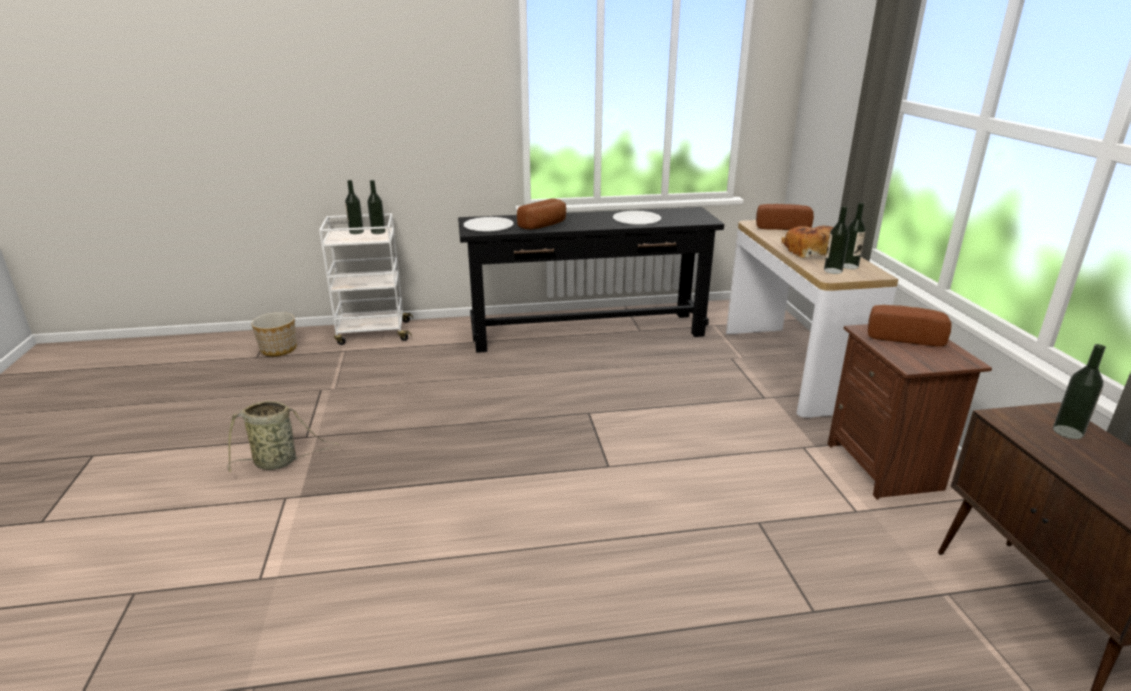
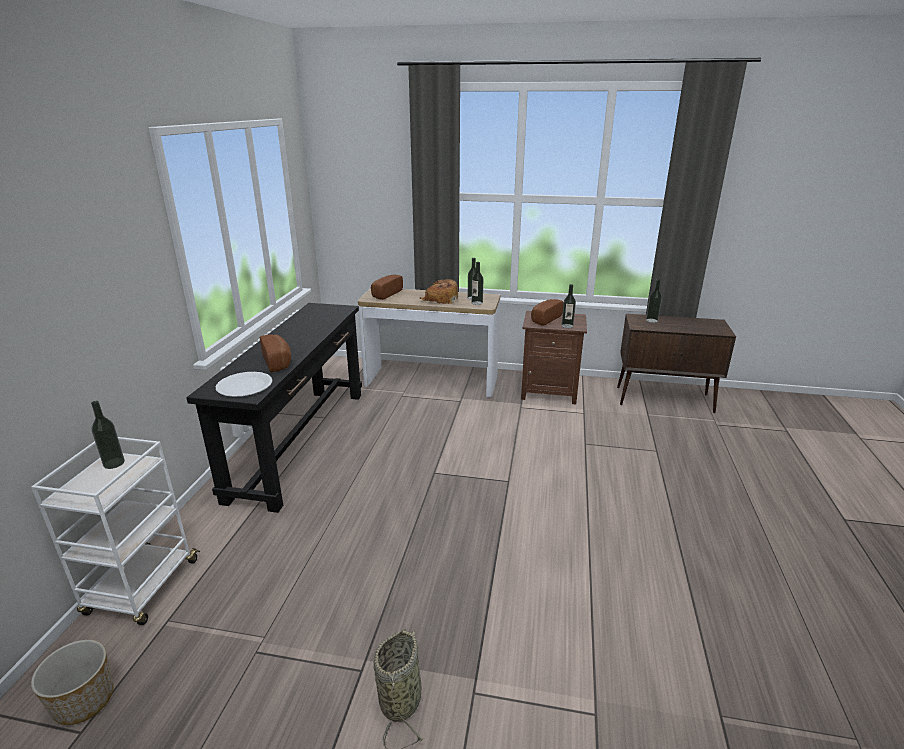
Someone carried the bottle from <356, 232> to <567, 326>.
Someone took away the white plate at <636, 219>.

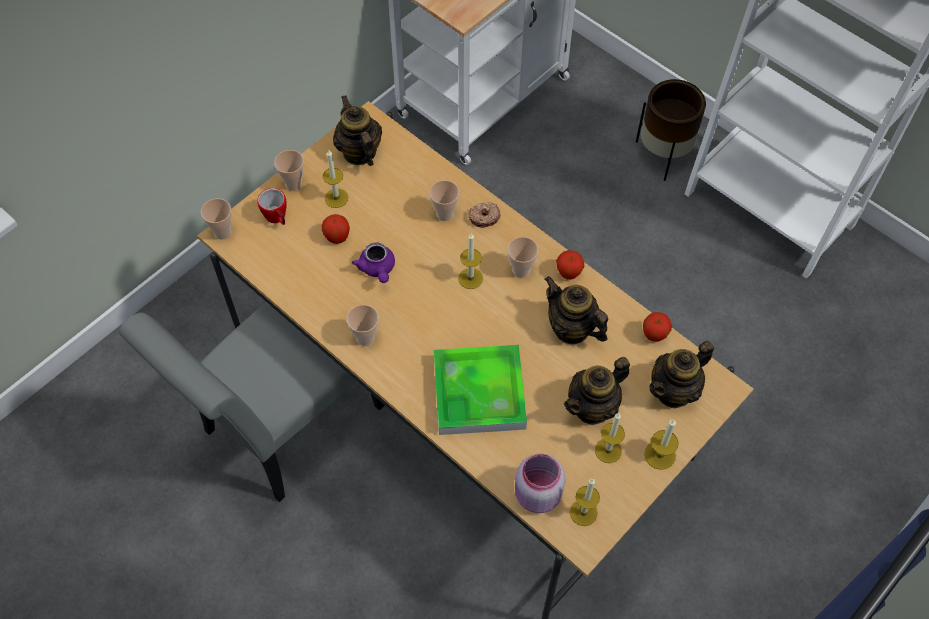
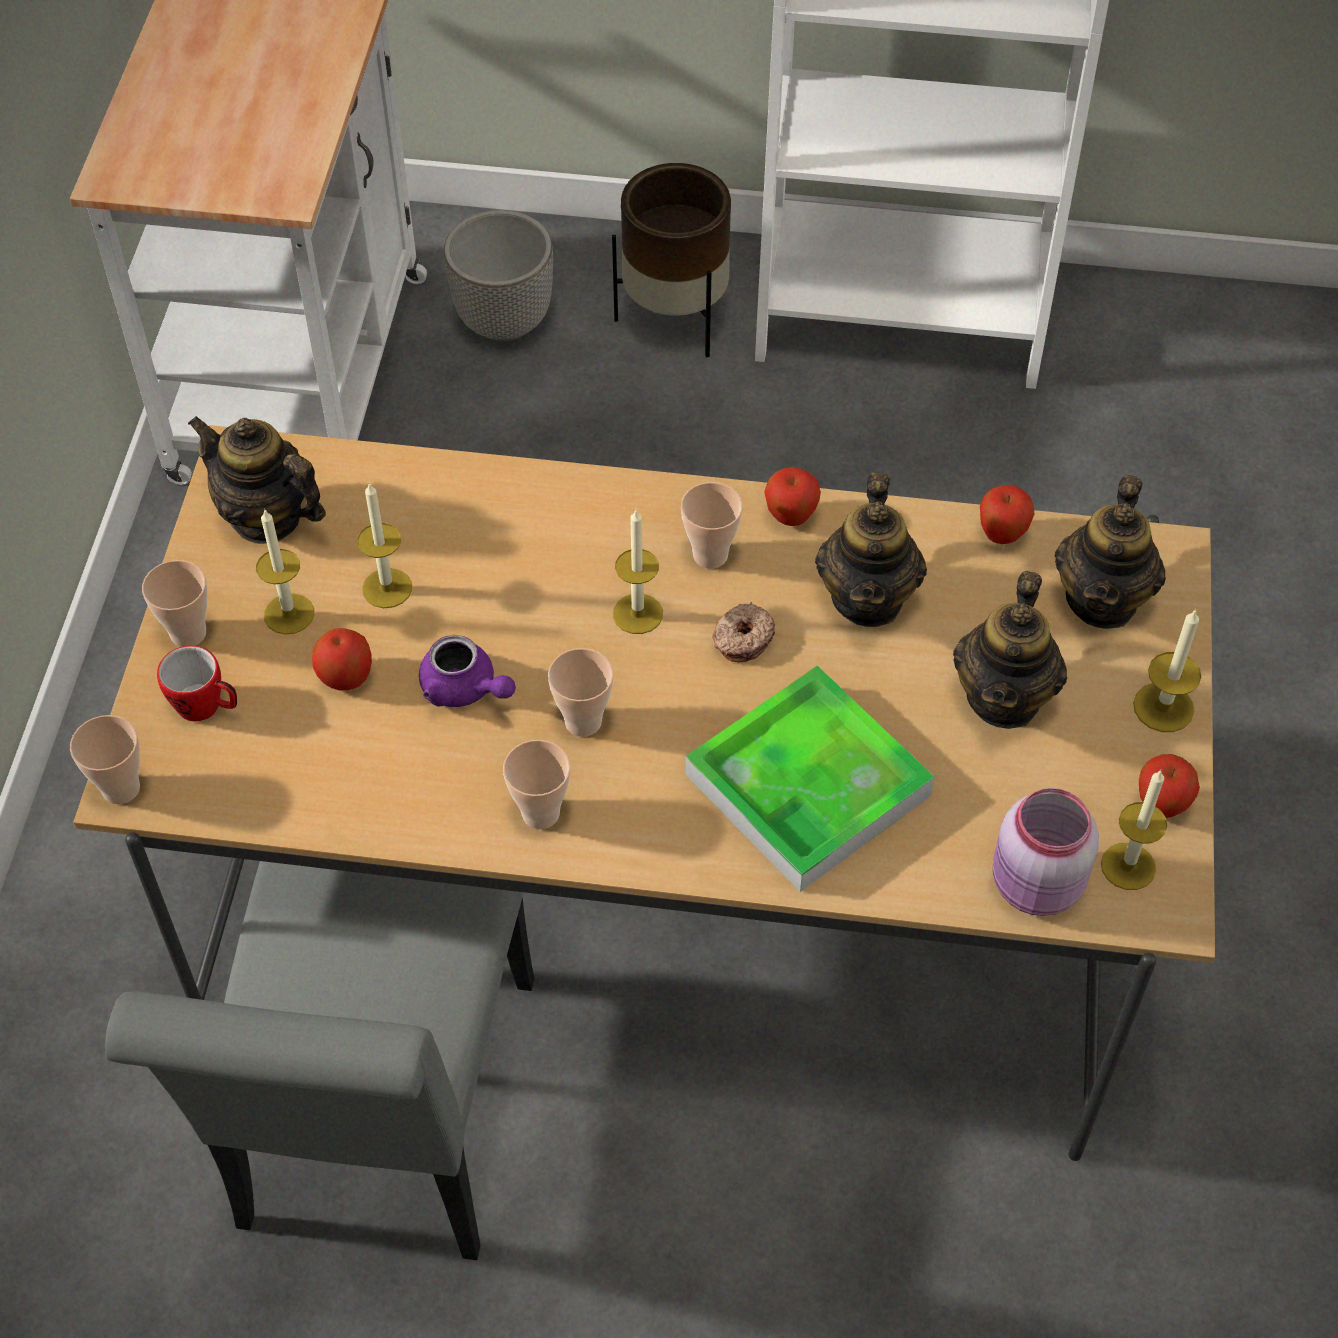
Someone carried the cup from <444, 214> to <583, 721>.
Someone carried the donut from <484, 217> to <742, 638>.
Someone rotated the teapot at <571, 328> by 90 degrees counterclockwise.
Someone carried the candle from <608, 450> to <387, 588>.
Someone put down the planter at <504, 321>.
Someone put down the apple at <1161, 806>.

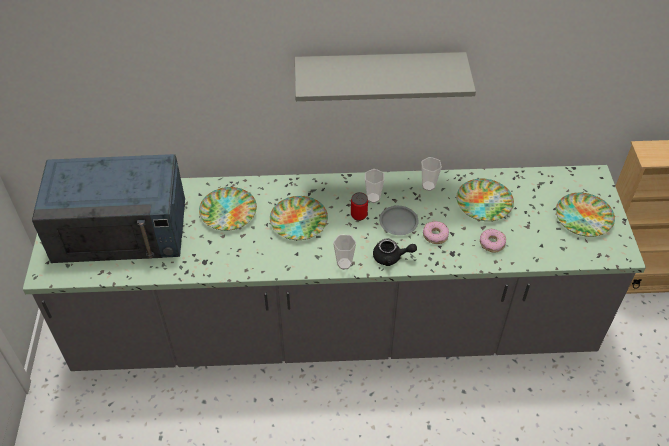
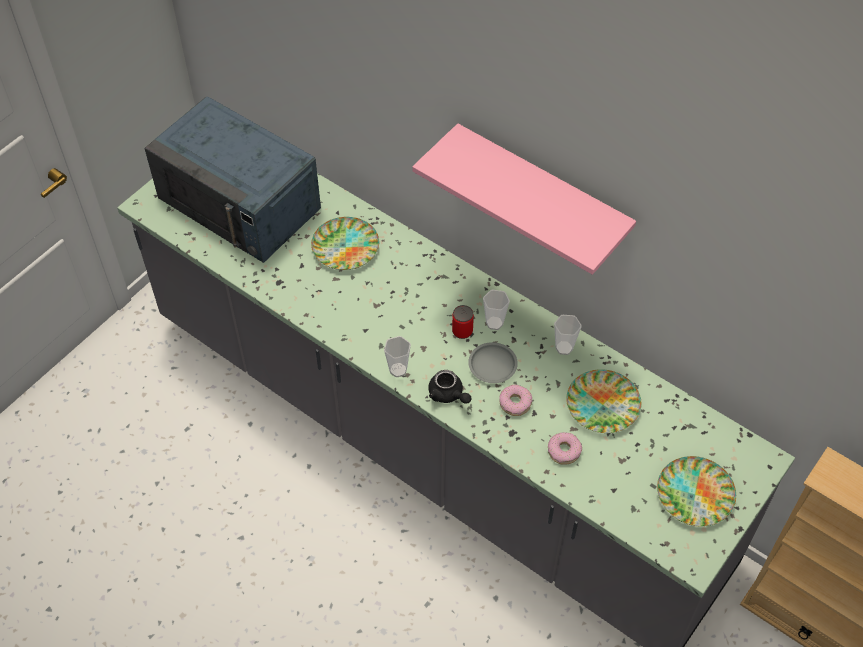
Someone took away the plate at <299, 221>.
Someone repainted the grey shelf at <379, 76>, which became the pink shelf at <541, 193>.

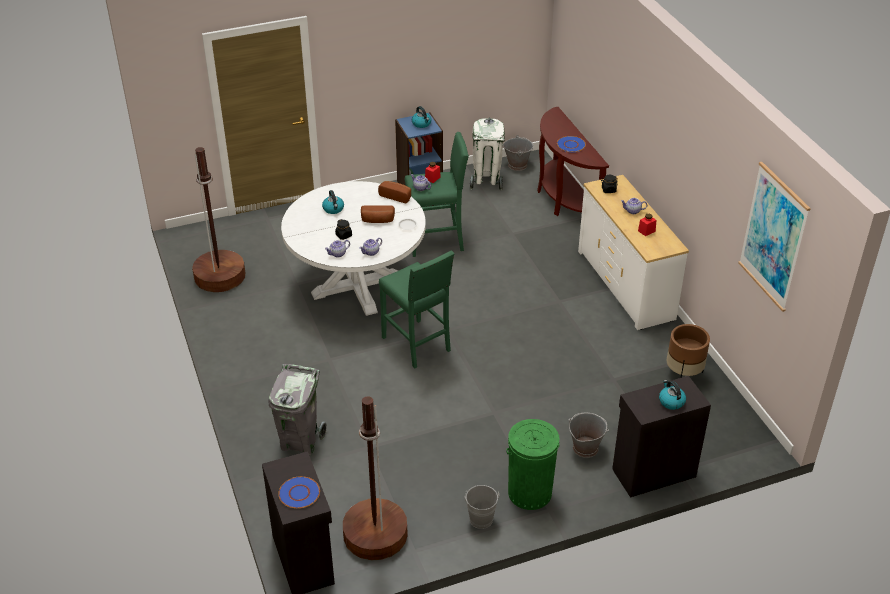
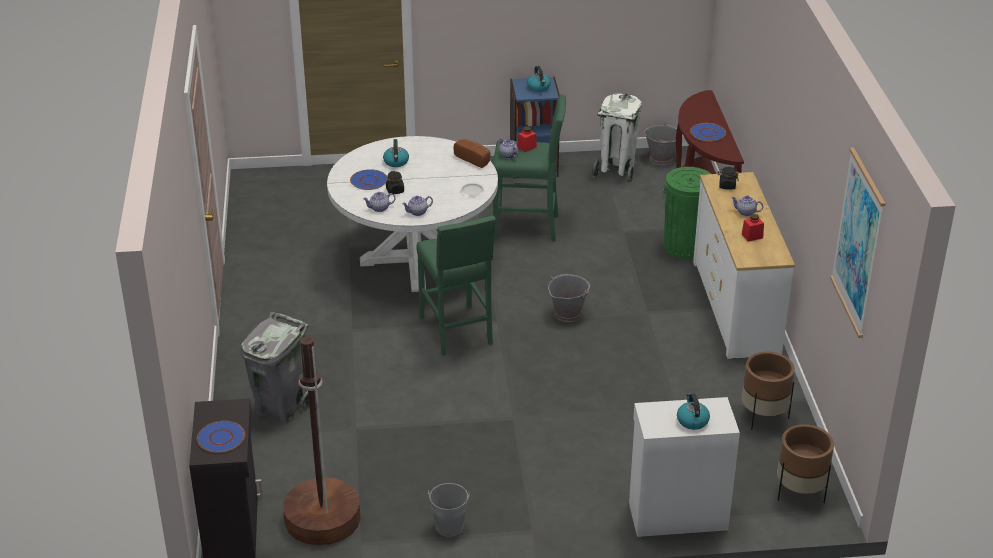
Someone took away the brown floor lamp at <219, 276>.
Someone took away the bread at <377, 221>.
Someone carried the green trash can from <530, 492> to <684, 246>.
Someone carried the grey bucket from <585, 448> to <567, 313>.
Someone repainted the black cabinet at <652, 472>, which became the white cabinet at <676, 515>.
Someone put down the blue plate at <368, 180>.
Someone put down the brown planter at <800, 492>.

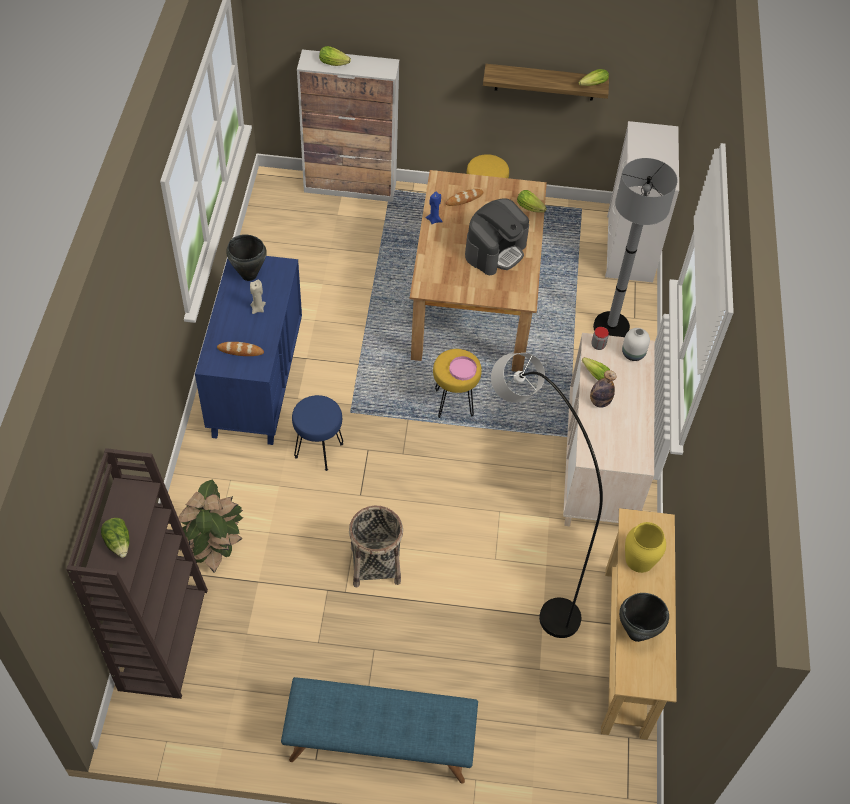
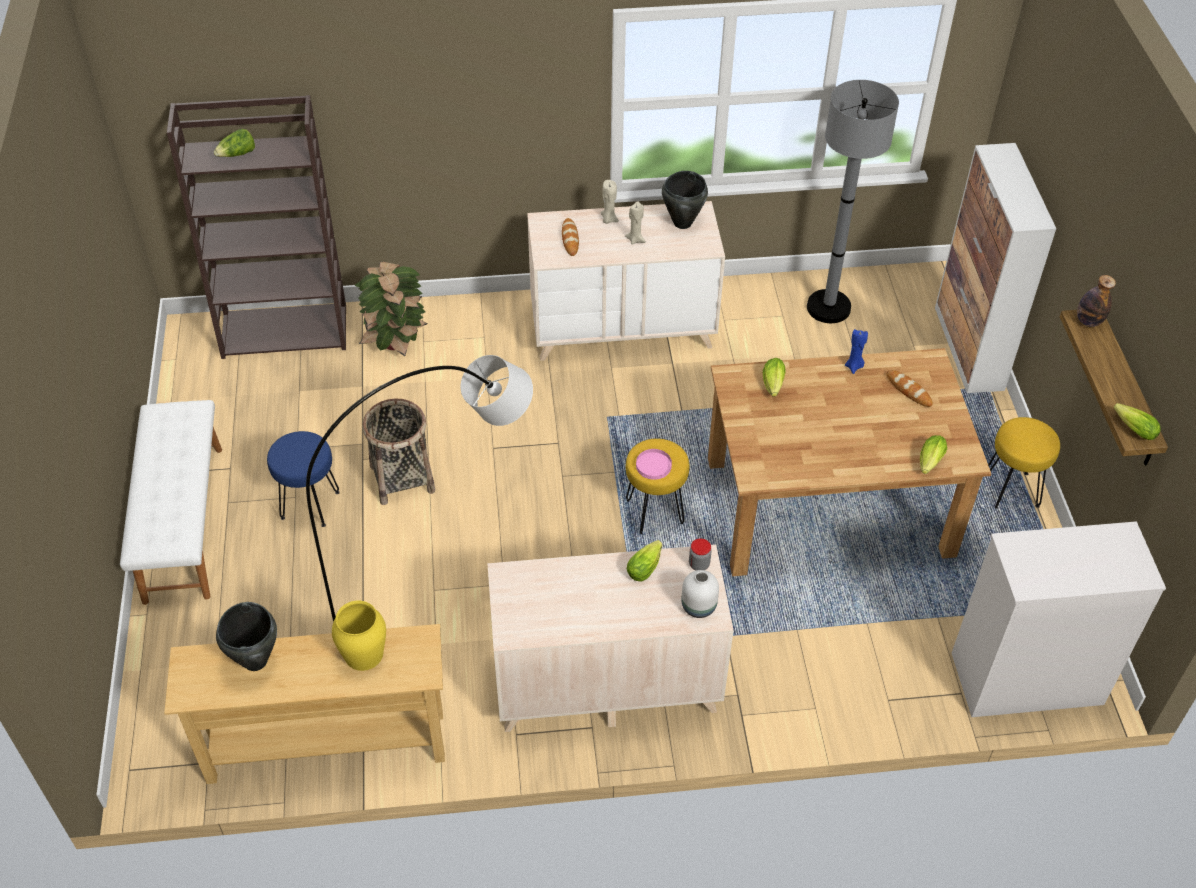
Someone repainted the blue dresser at <256, 381>, which became the beige dresser at <623, 329>.
Someone repainted the blue bench at <379, 745>, which became the white bench at <182, 522>.
Someone carried the blue stool from <318, 450> to <311, 505>.
Someone carried the lettuce from <335, 63> to <773, 386>.
Someone took away the coffee machine at <495, 251>.
Someone carried the bottle from <599, 402> to <1088, 321>.
Someone carried the grey floor lamp from <611, 327> to <828, 308>.
Someone put down the beige candle at <608, 219>.

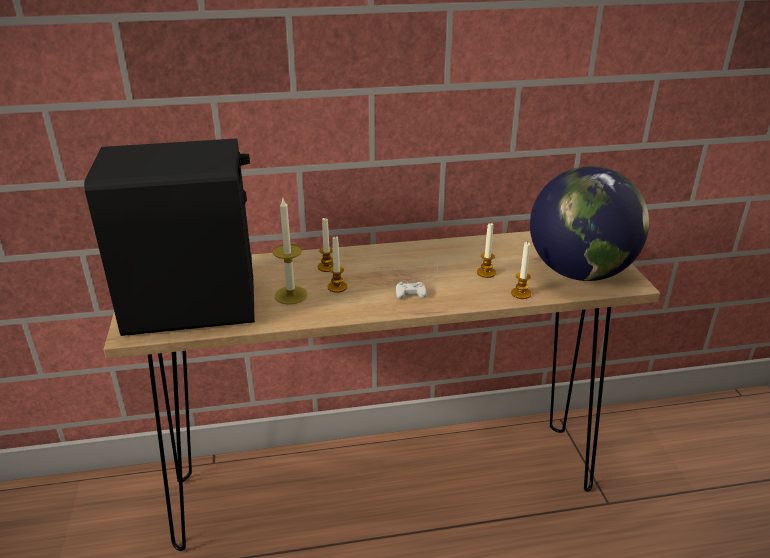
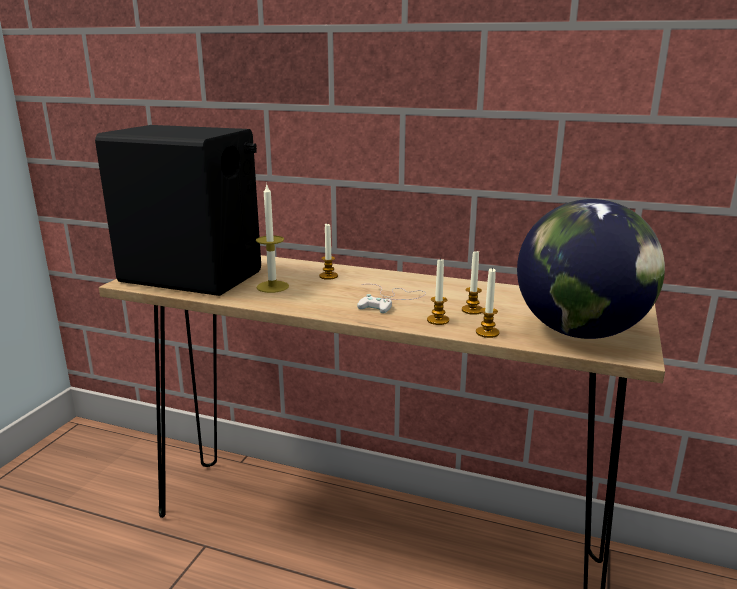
Someone carried the candle from <337, 287> to <438, 320>.

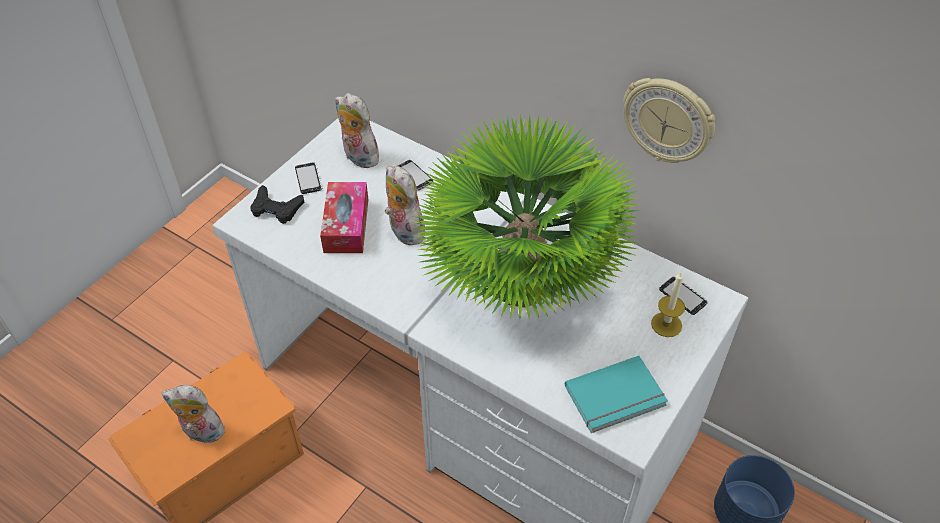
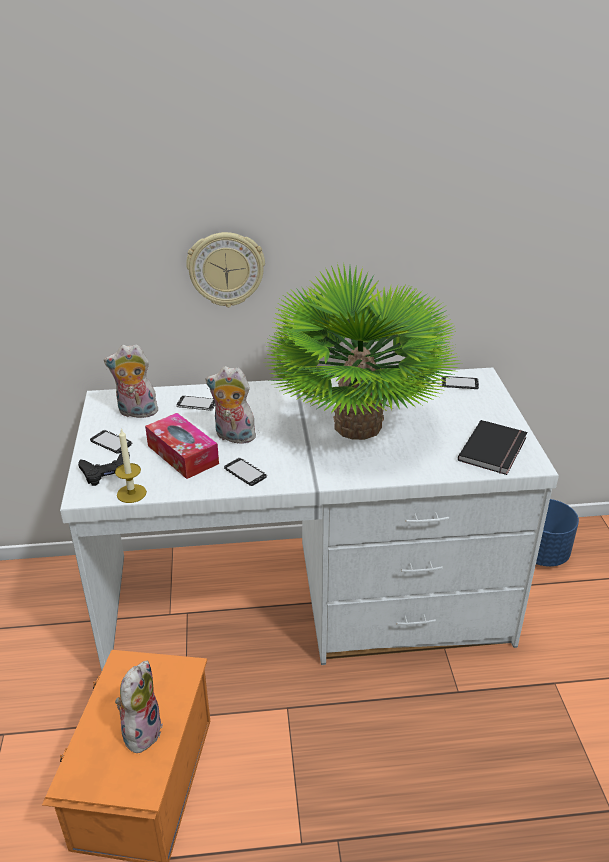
Someone rotated the plush toy at <201, 433> by 135 degrees clockwise.
Someone repainted the turquoise book at <616, 398>, which became the black book at <495, 450>.
Someone carried the wall clock from <668, 120> to <226, 269>.
Someone carried the candle from <666, 324> to <131, 493>.
Someone put down the phone at <245, 473>.

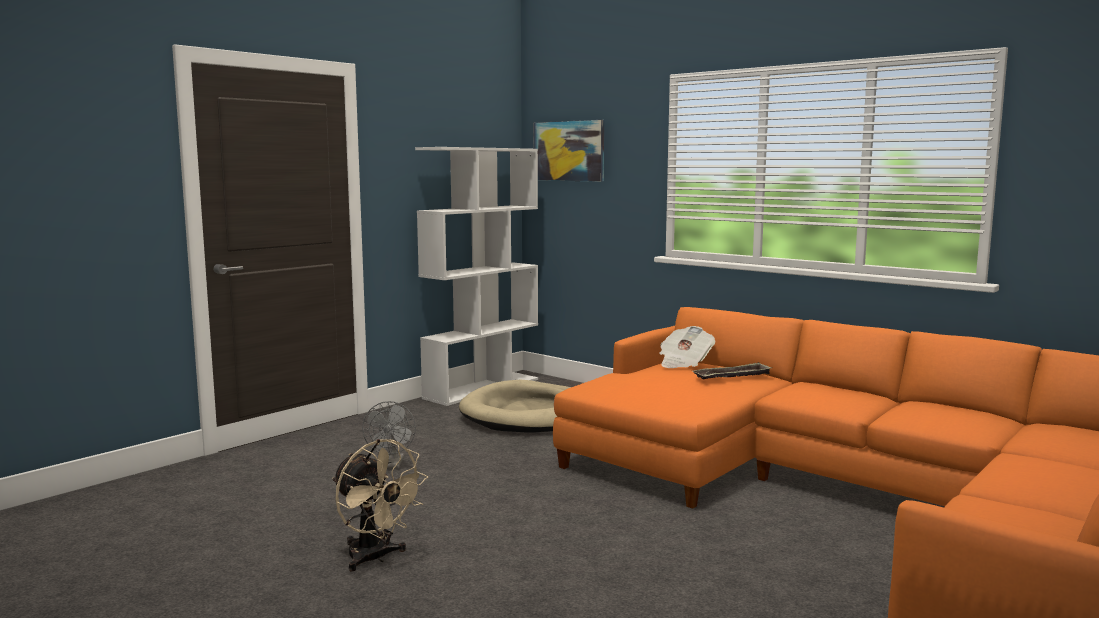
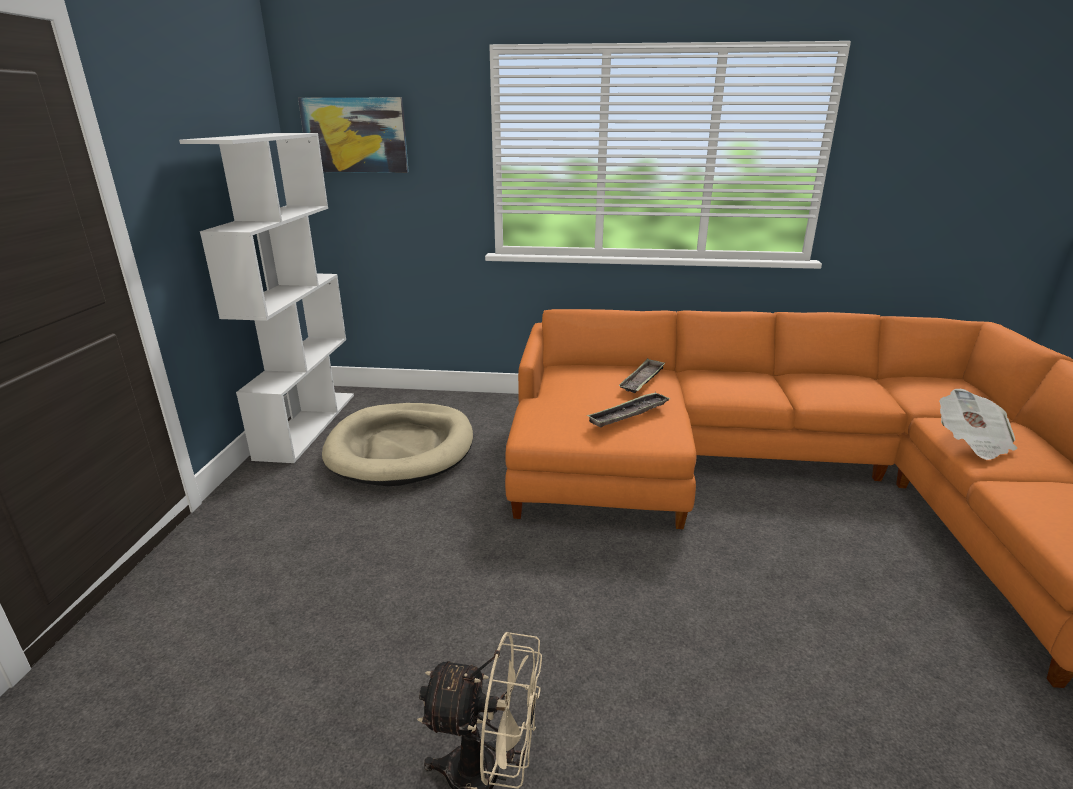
Someone took away the grey fan at <392, 465>.
Someone carried the newspaper from <684, 363> to <971, 441>.
Someone put down the tray at <628, 414>.

